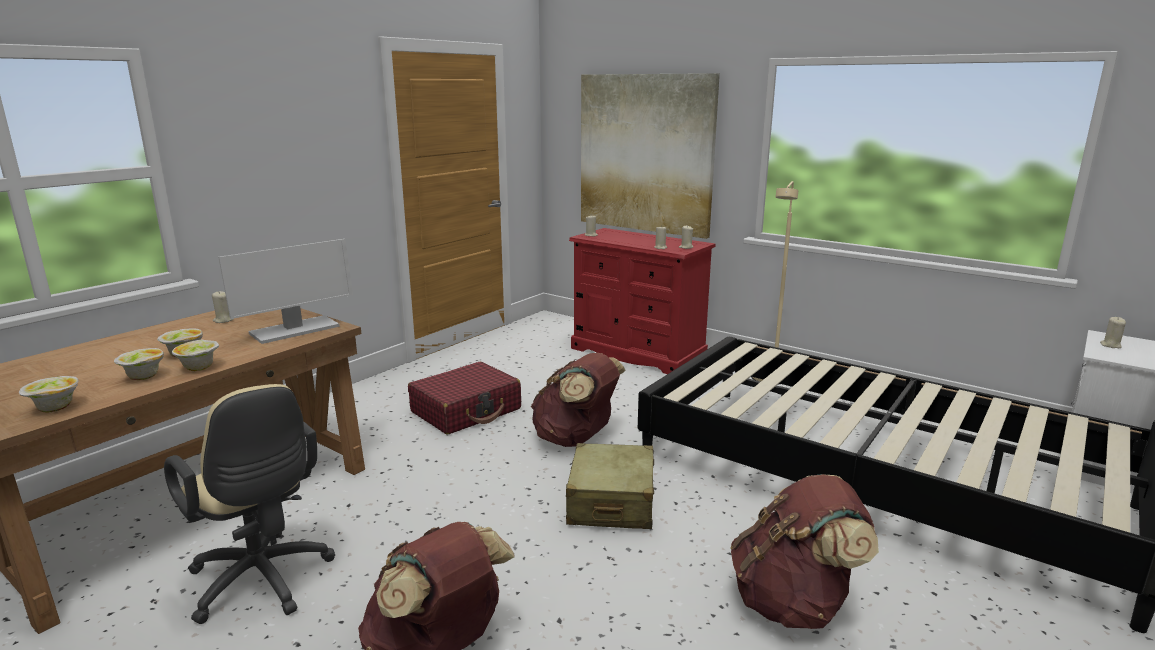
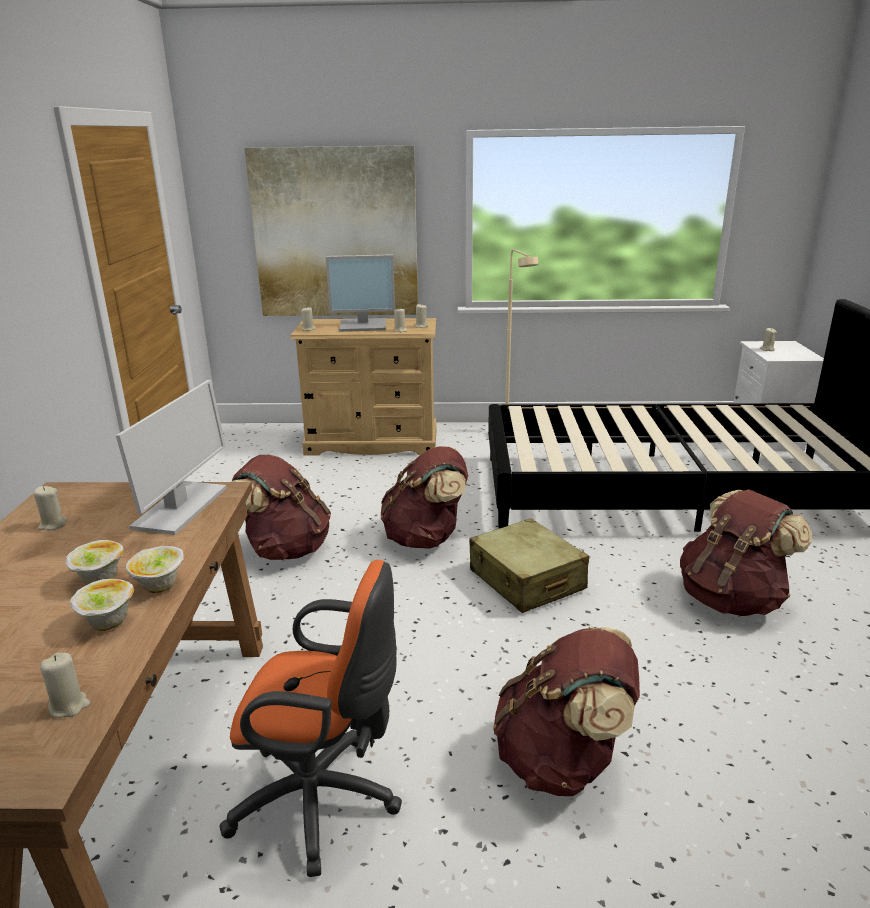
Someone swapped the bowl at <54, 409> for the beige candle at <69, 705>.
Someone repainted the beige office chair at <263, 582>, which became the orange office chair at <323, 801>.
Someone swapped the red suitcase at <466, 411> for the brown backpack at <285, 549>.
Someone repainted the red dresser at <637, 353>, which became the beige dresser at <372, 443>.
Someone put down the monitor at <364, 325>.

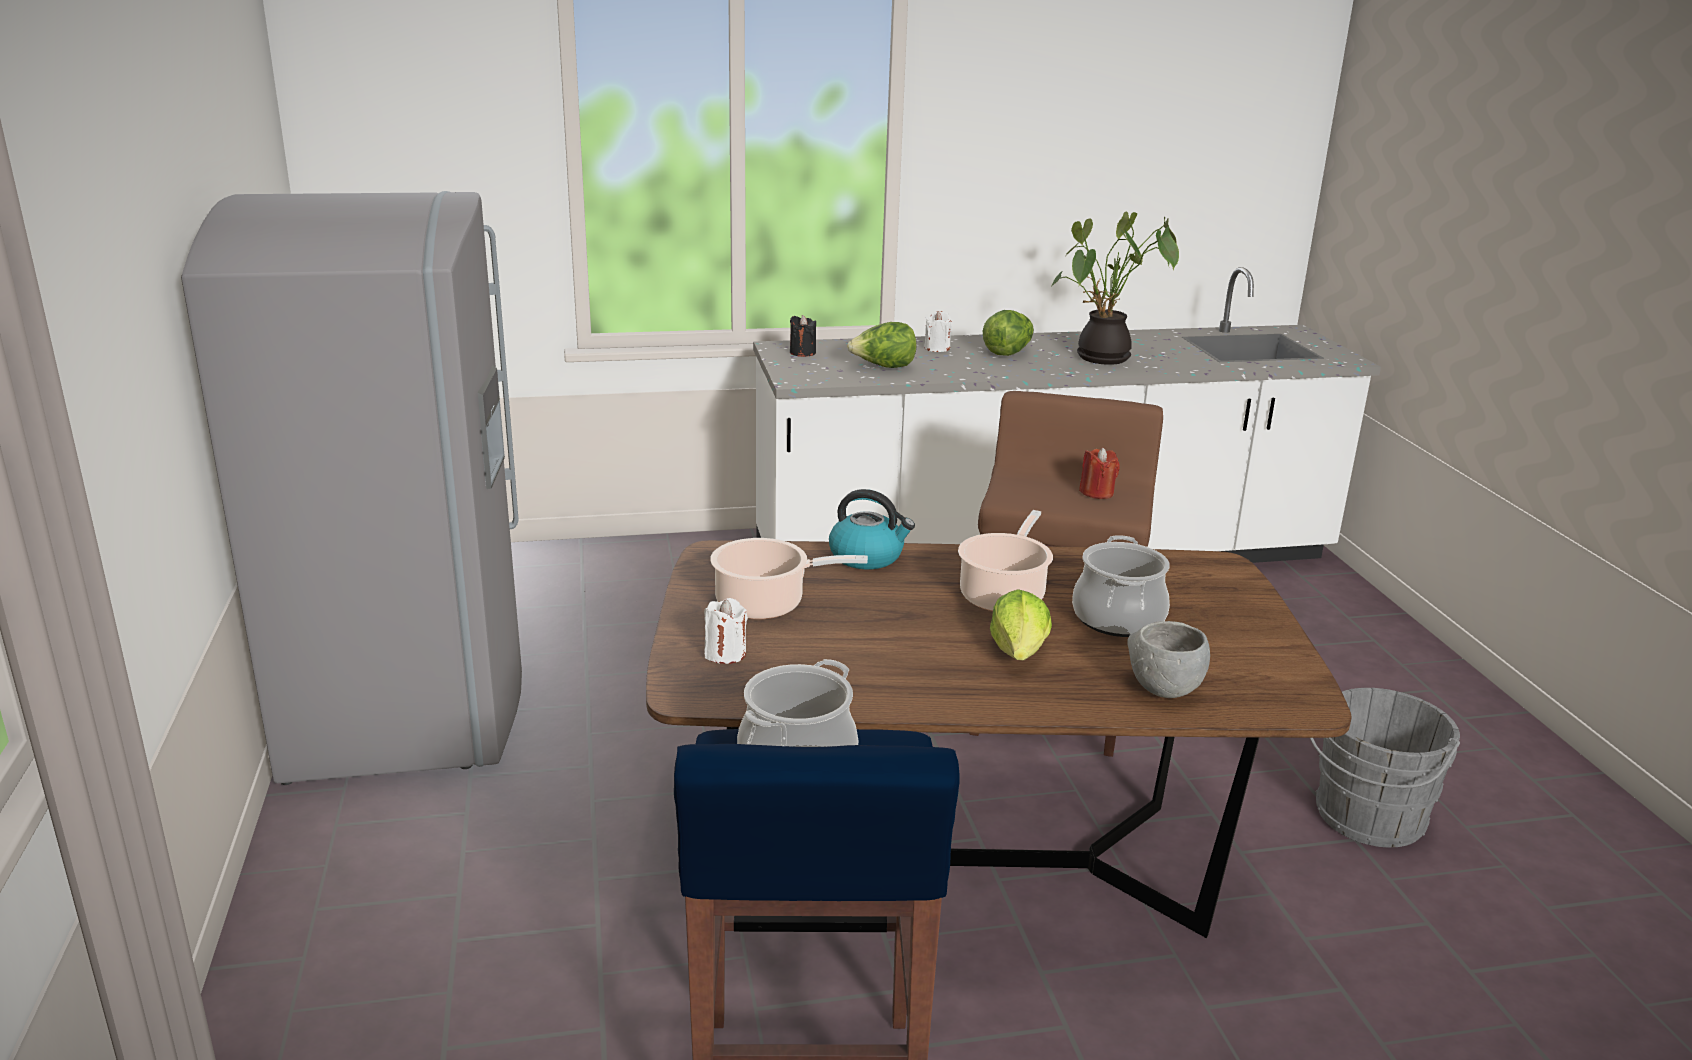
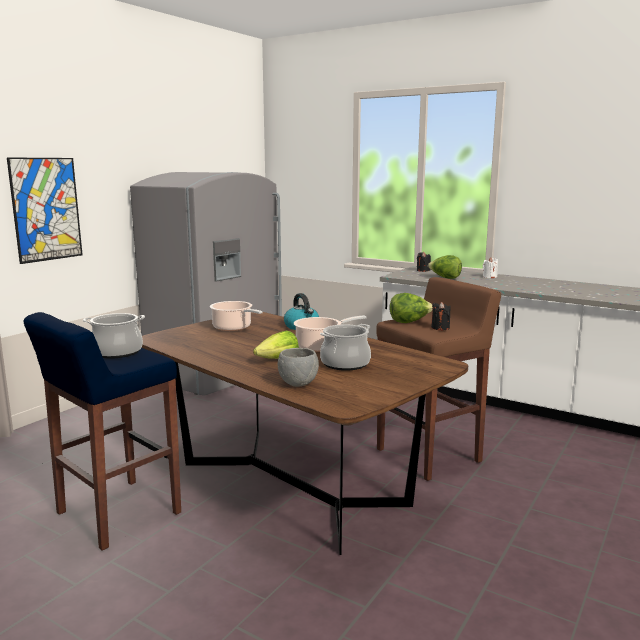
Someone took away the white candle at <725, 654>.
Someone carried the lettuce from <1008, 352> to <409, 322>.
Someone took away the potted plant at <1102, 359>.
Someone repainted the red candle at <1097, 492>, which became the black candle at <440, 328>.
Someone took away the grey bucket at <1366, 819>.
Someone put up the picture at <46, 209>.

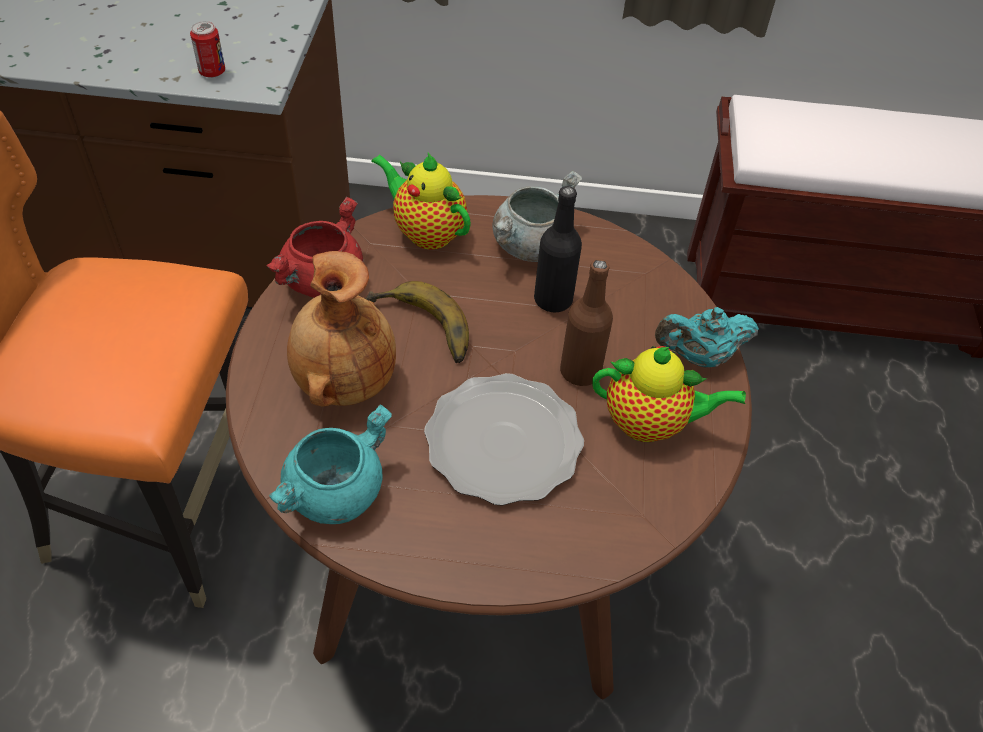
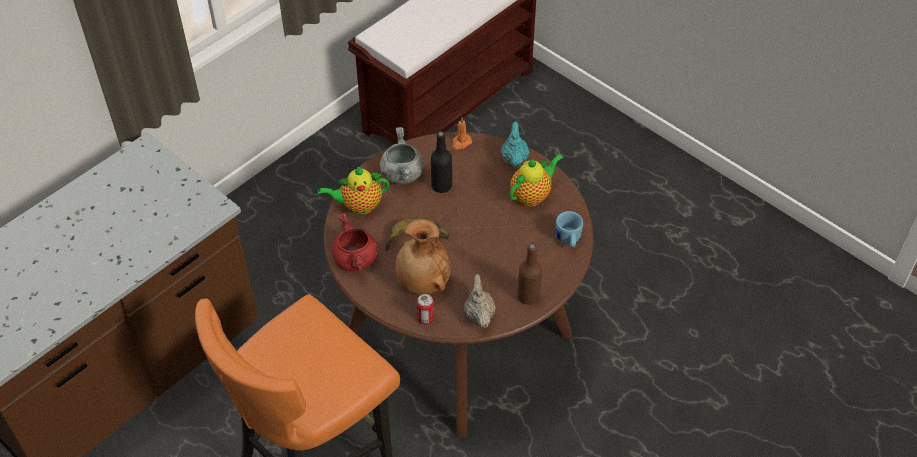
Someone carried the can from <212, 72> to <425, 319>.
Someone swapped the turquoise cooking pot at <334, 492> for the beige teapot at <479, 314>.
Someone took away the plate at <504, 442>.
Someone carried the brown bottle from <580, 371> to <528, 296>.
Someone rotated the turquoise teapot at <699, 357> by 150 degrees clockwise.
Someone put down the orange candle at <461, 143>.
Someone put down the blue mug at <568, 240>.

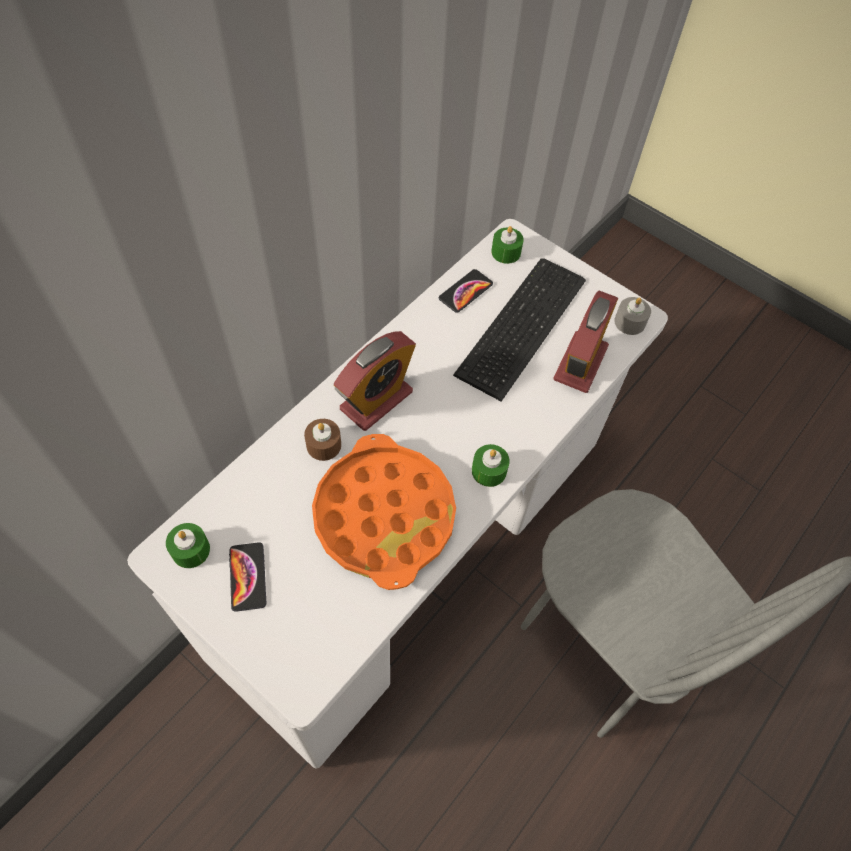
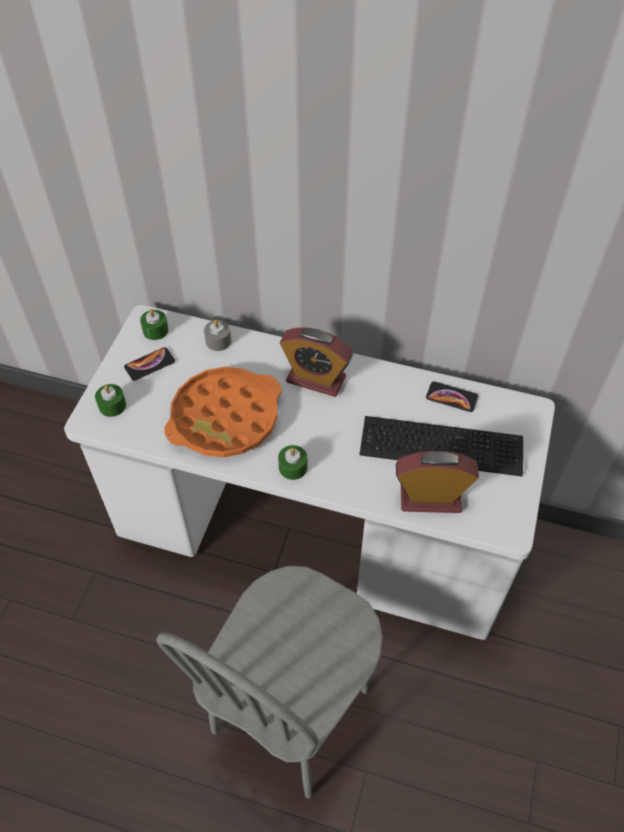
Someone took away the brown candle at <323, 445>.
Someone carried the green candle from <506, 252> to <112, 405>.
Someone carried the grey candle from <629, 322> to <218, 341>.

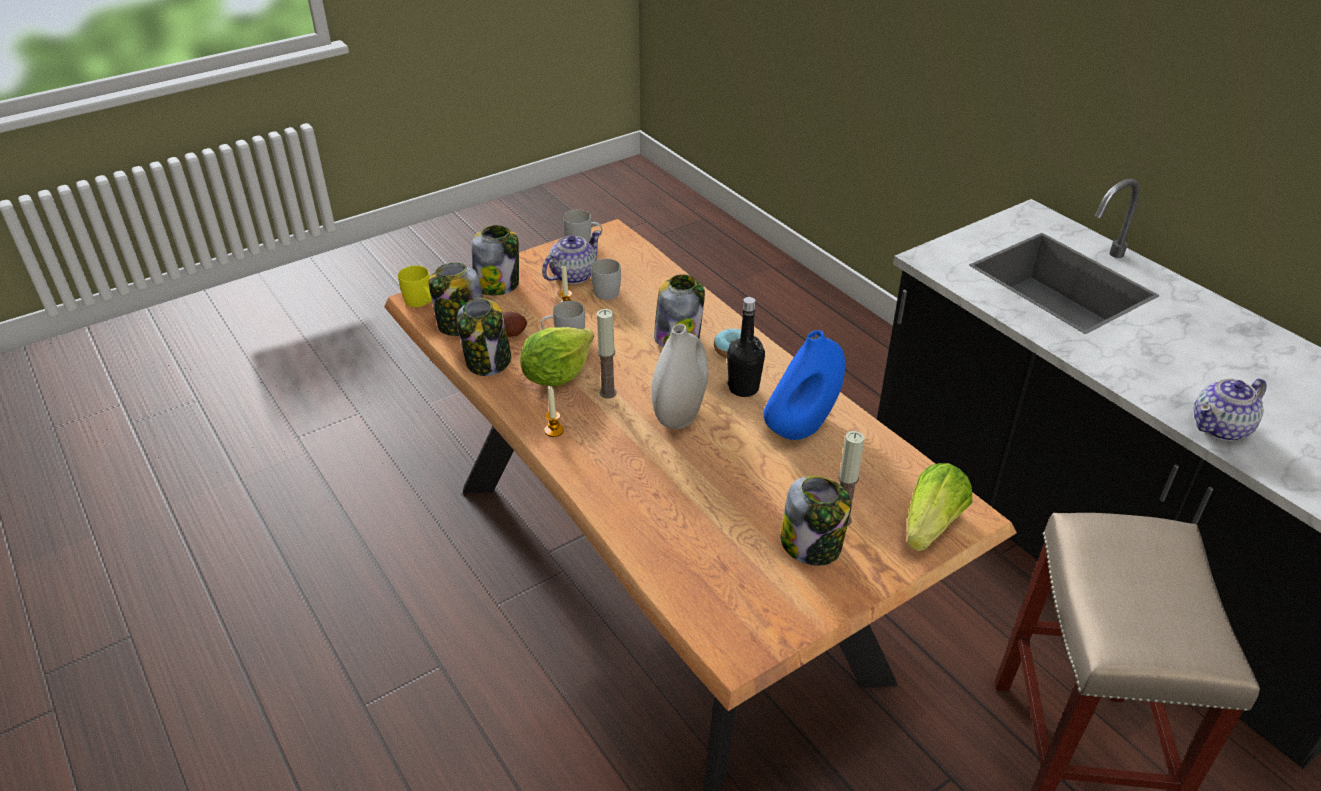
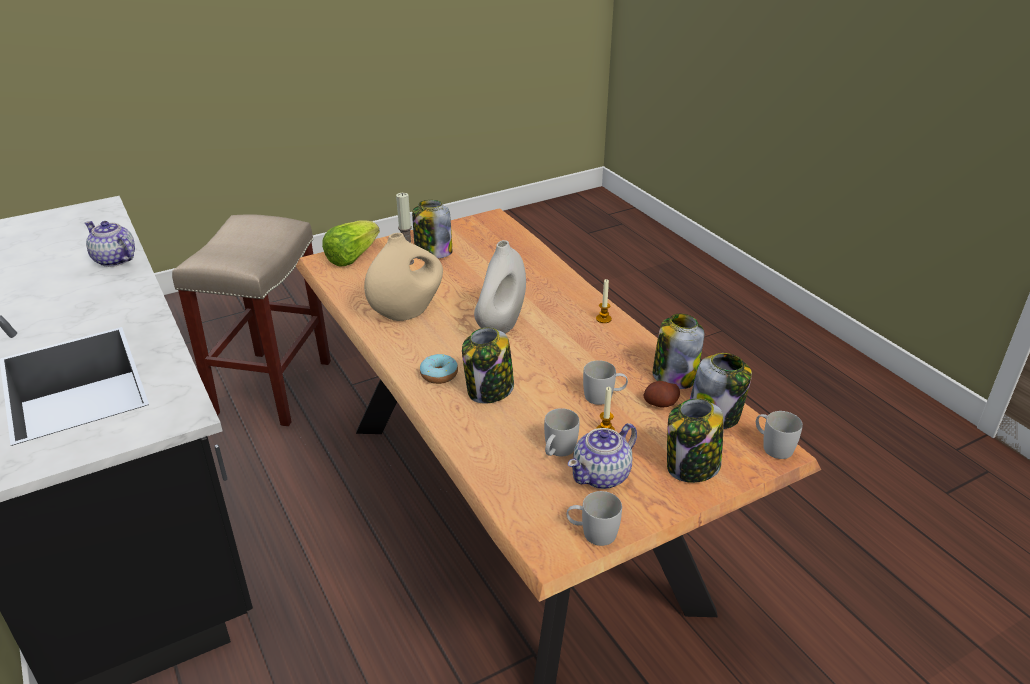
Someone repainted the yellow mug at <421, 303>, which became the white mug at <772, 446>.
Someone took away the lettuce at <556, 375>.
Someone took away the candle at <608, 393>.
Someone took away the black bottle at <743, 388>.
Someone repainted the blue vase at <801, 427>, which became the beige vase at <407, 312>.
Someone rotated the teapot at <1221, 428> by 120 degrees counterclockwise.

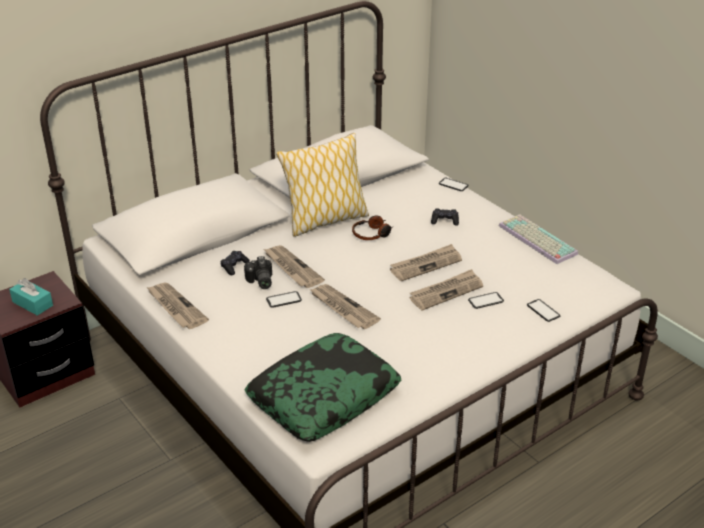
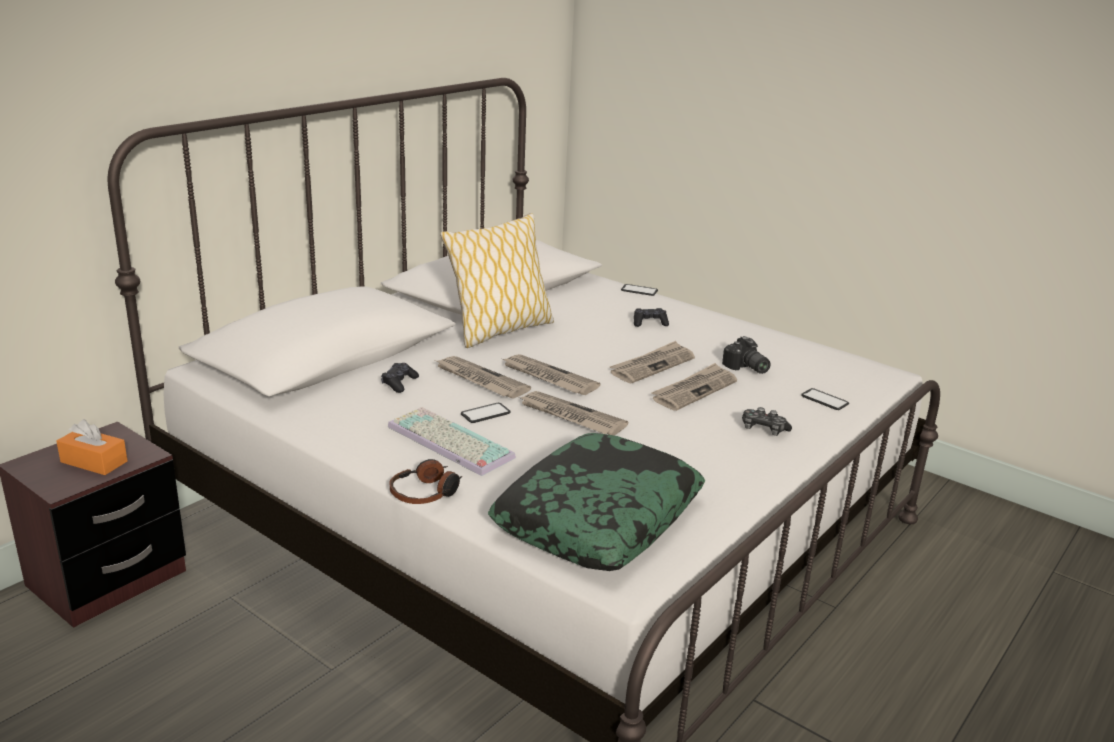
Someone repainted the turquoise tissue box at <32, 304>, which became the orange tissue box at <94, 462>.
Someone carried the newspaper from <175, 307> to <548, 377>.
Someone carried the photo camera from <259, 281> to <746, 368>.
Someone carried the headphones from <372, 234> to <426, 493>.
Someone took away the phone at <485, 301>.
Someone carried the keyboard from <535, 239> to <447, 442>.
Someone put down the game controller at <763, 429>.

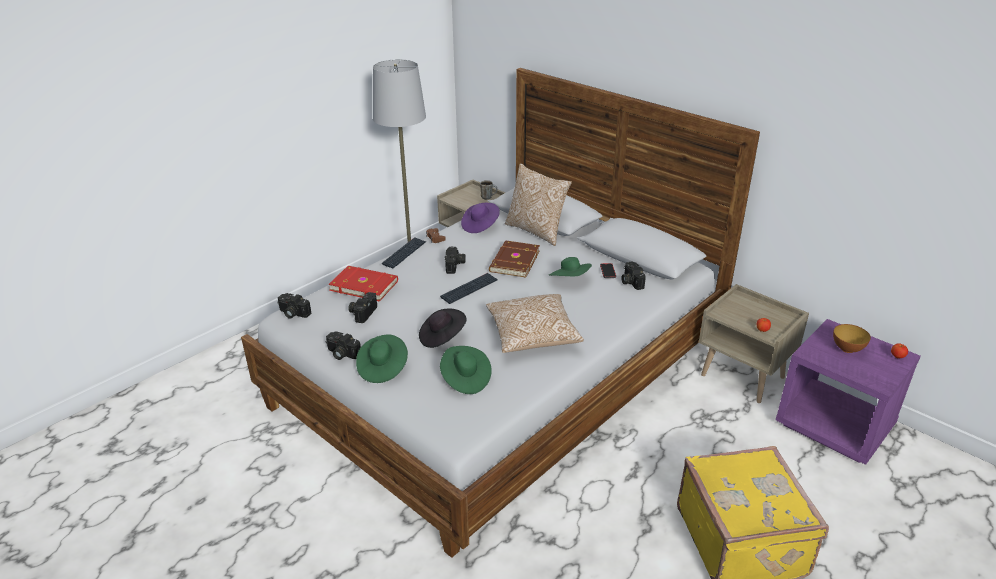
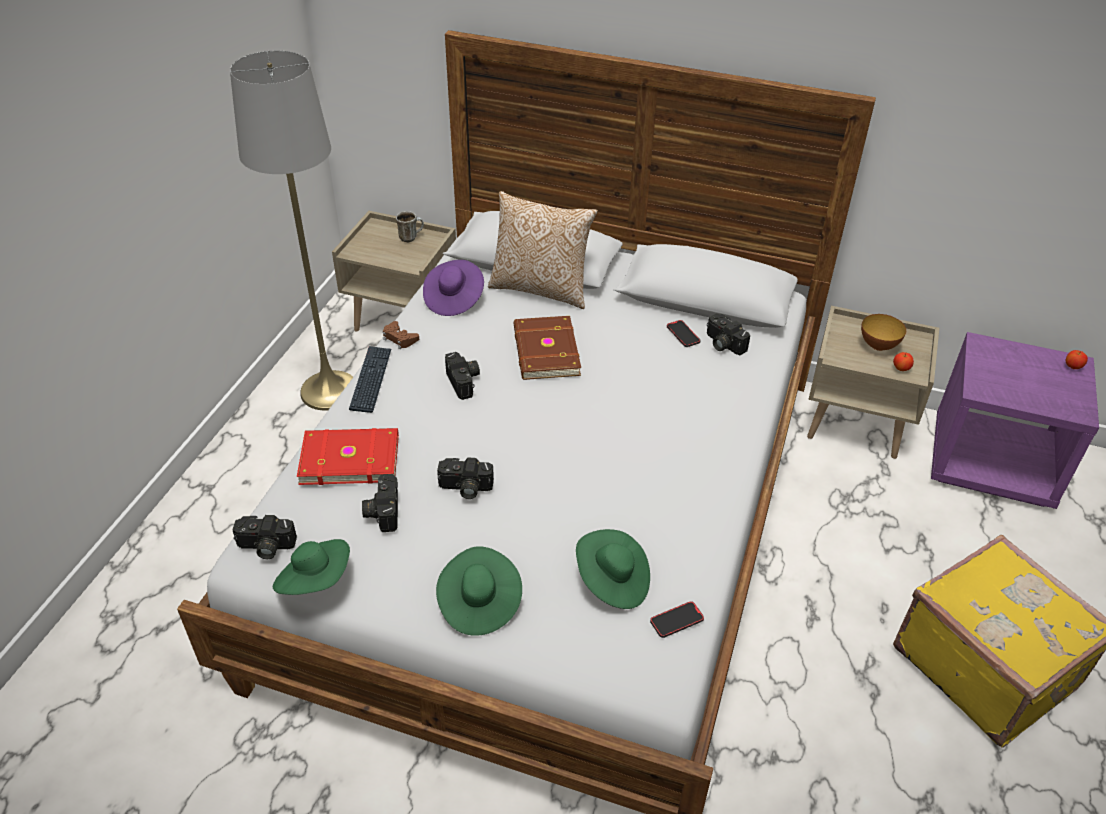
Someone carried the photo camera from <341, 354> to <465, 488>.
Someone took away the black hat at <442, 337>.
Someone took away the keyboard at <469, 289>.
Someone took away the pillow at <532, 335>.
Someone carried the green hat from <570, 280> to <316, 580>.
Someone carried the bowl from <847, 349> to <878, 346>.
Someone put down the phone at <676, 621>.

